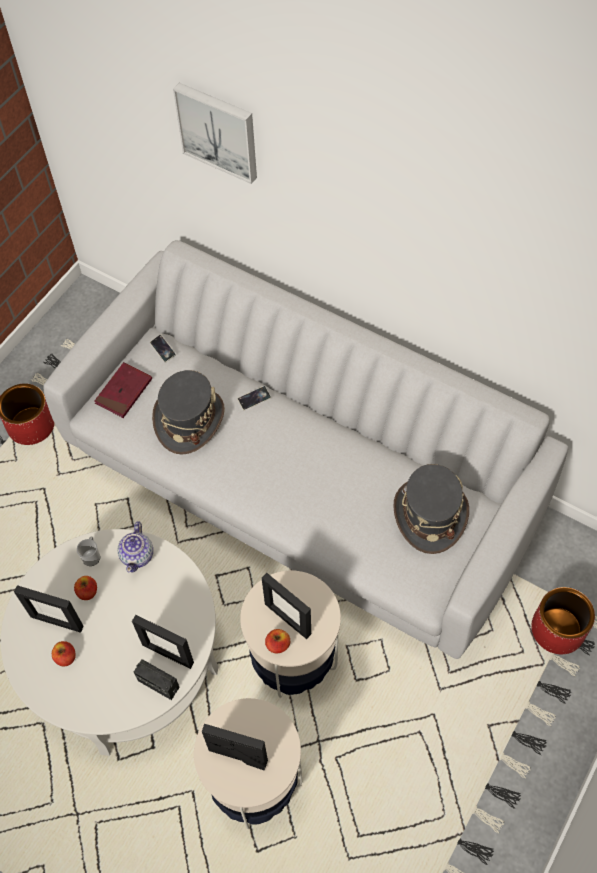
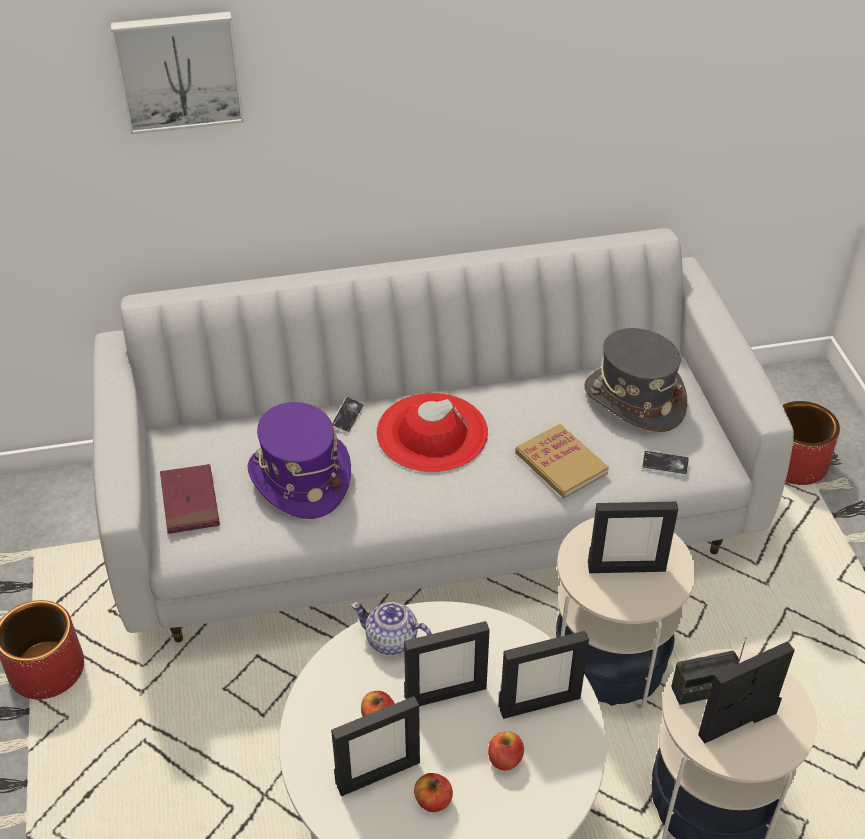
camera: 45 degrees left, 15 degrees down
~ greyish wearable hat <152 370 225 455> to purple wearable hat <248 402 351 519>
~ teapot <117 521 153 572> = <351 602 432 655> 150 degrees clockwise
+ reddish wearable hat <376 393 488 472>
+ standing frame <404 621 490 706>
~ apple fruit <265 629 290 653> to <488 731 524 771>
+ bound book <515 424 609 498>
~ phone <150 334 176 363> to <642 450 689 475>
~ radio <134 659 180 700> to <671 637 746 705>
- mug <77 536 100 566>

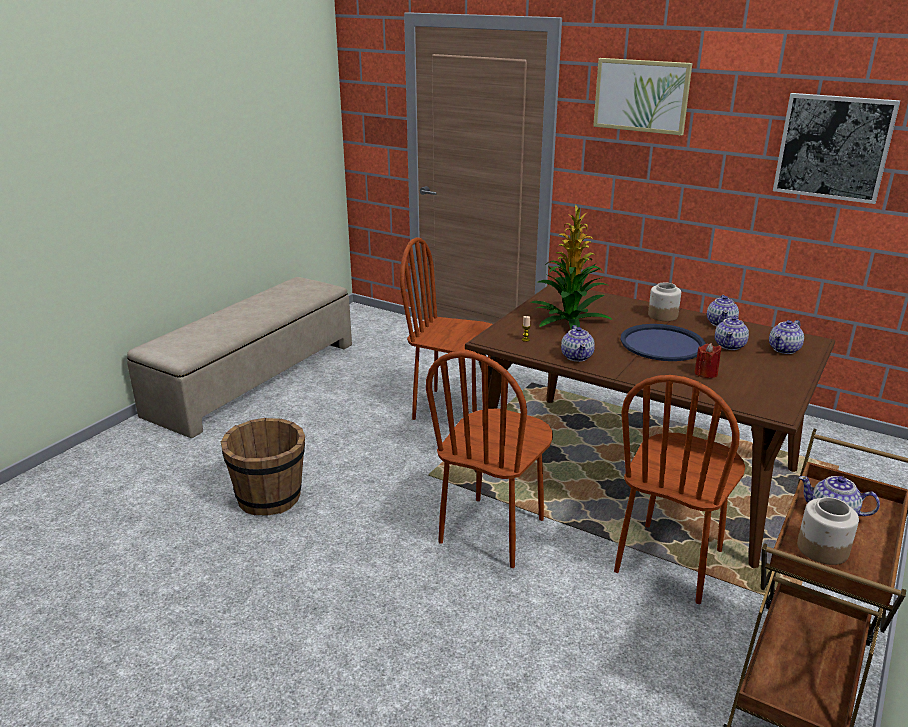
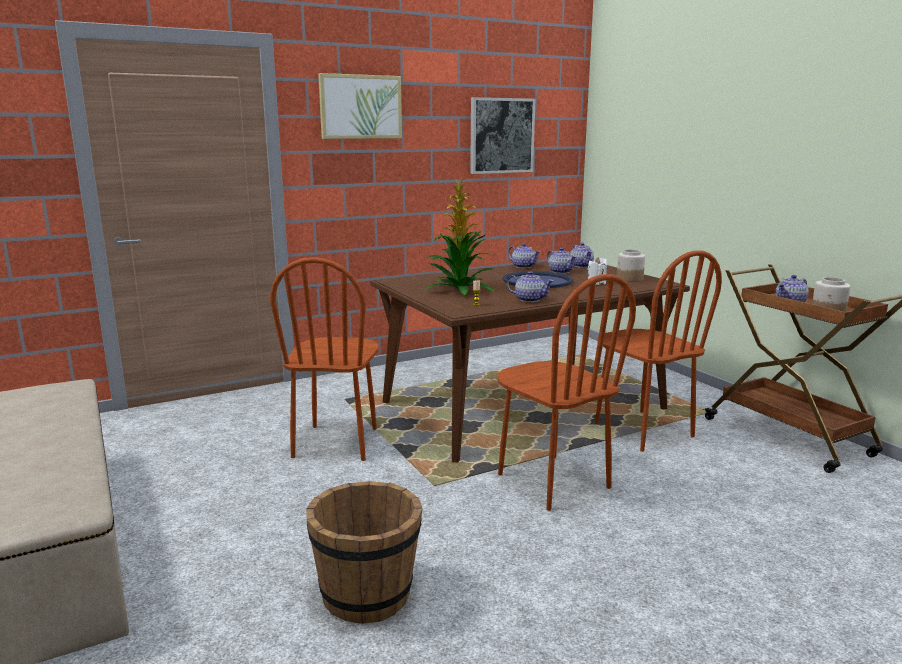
camera: 60 degrees left, 10 degrees down
~ brown-coloured plain chair <400 237 493 420> = <270 257 379 461> 45 degrees counterclockwise
~ reddish wax candle <694 343 722 378> to white-coloured wax candle <588 257 607 285>
~ storage jar <648 283 681 321> to <617 249 645 282>

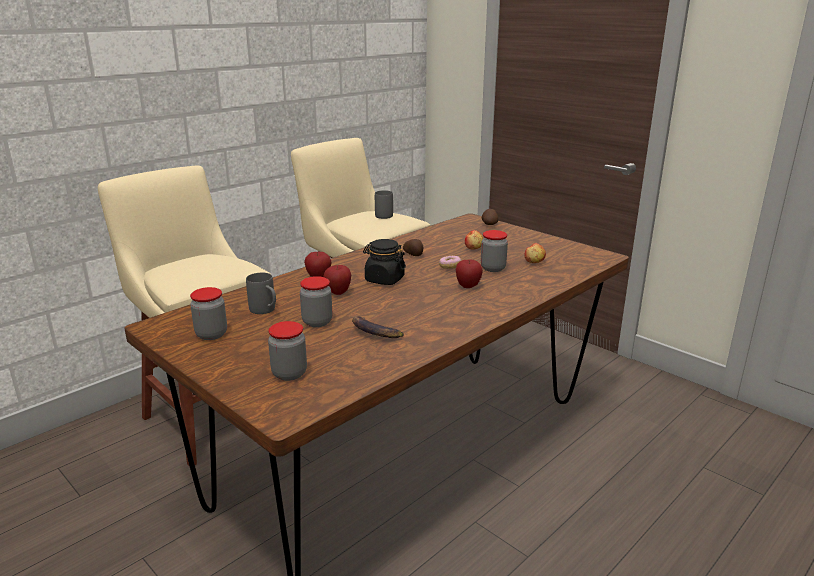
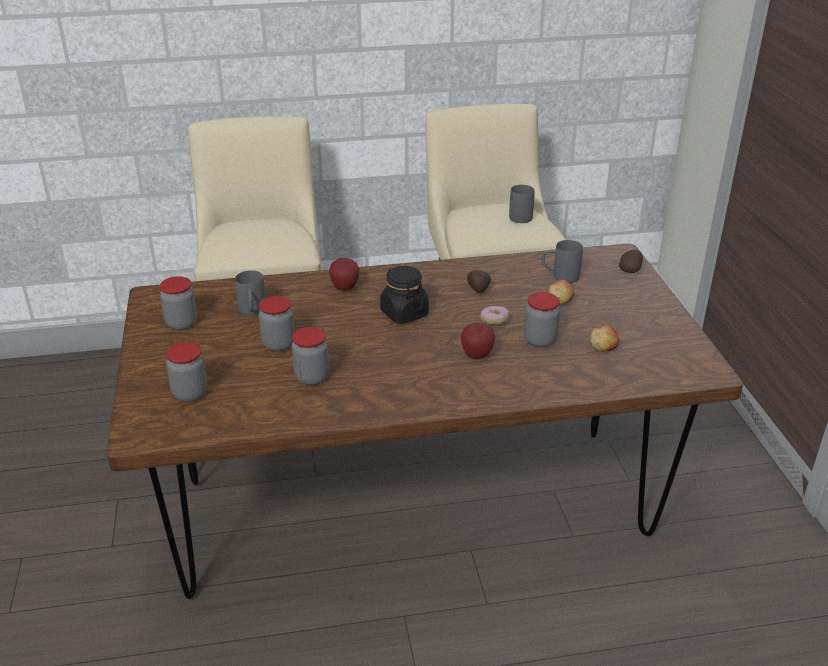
camera: 35 degrees right, 10 degrees up
~ banana fruit <352 316 404 338> to storage jar <292 327 329 385>
+ greyish mug <541 240 583 283>
- apple fruit <323 265 351 295>

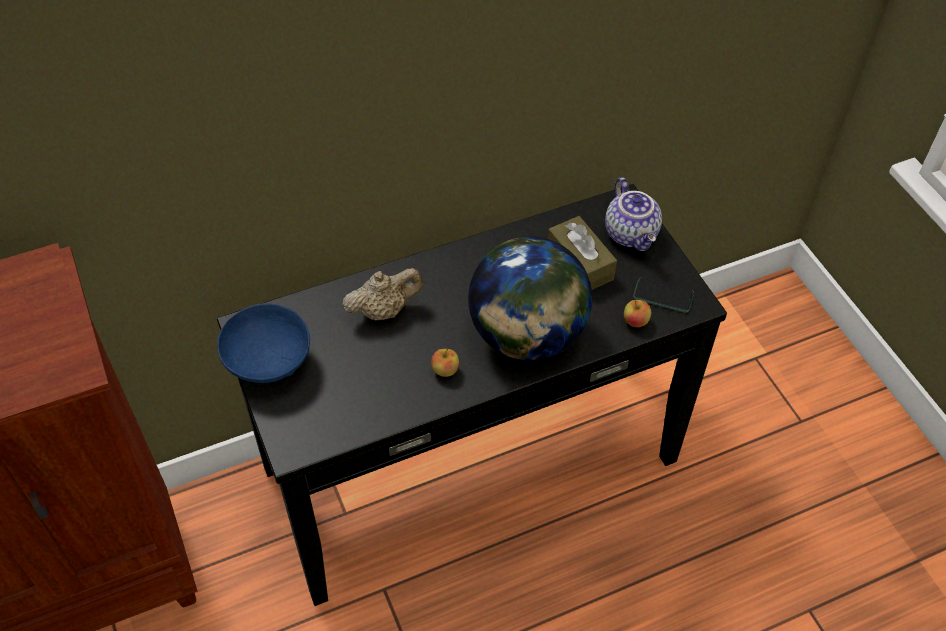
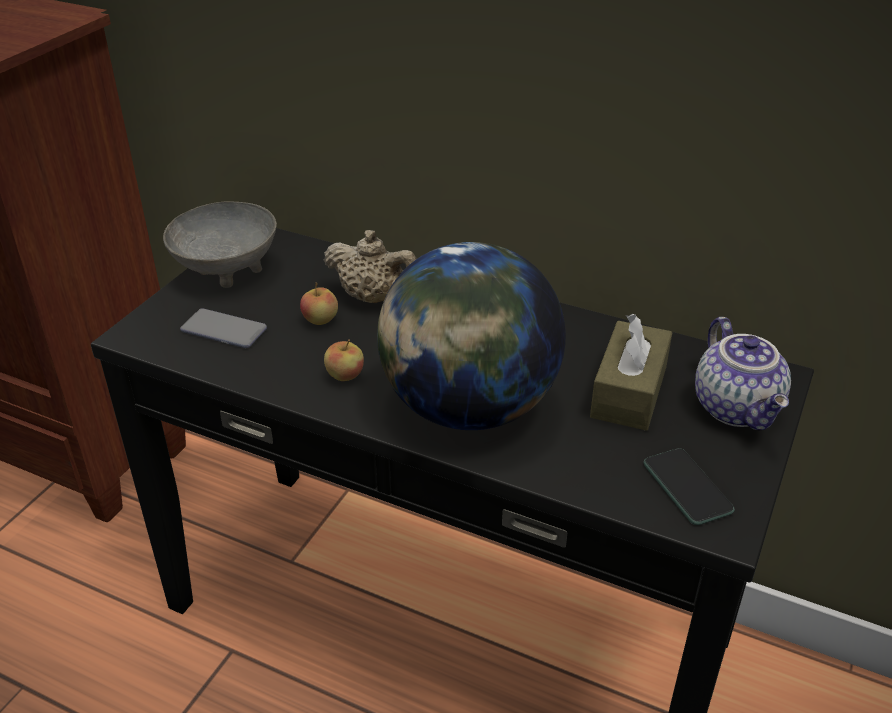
camera: 50 degrees right, 15 degrees down
~ bluish bowl <217 303 310 383> to greyish bowl <163 202 277 288>
+ phone <180 308 267 348>
~ apple fruit <624 300 651 327> to <300 282 338 325>
~ teapot <605 177 662 251> = <695 317 791 430> 45 degrees counterclockwise

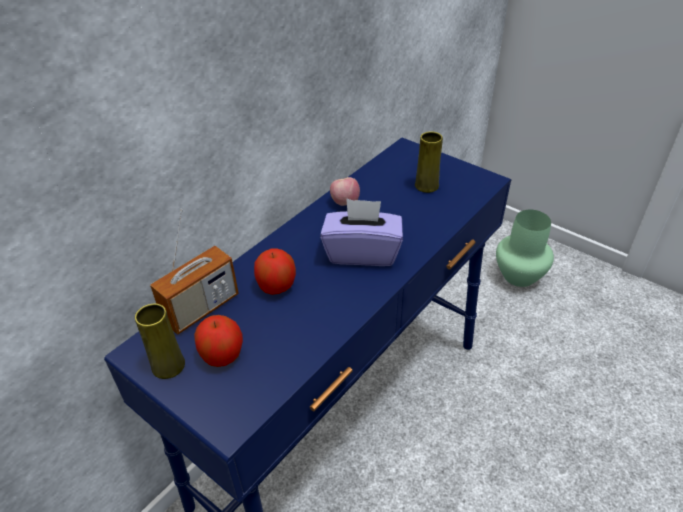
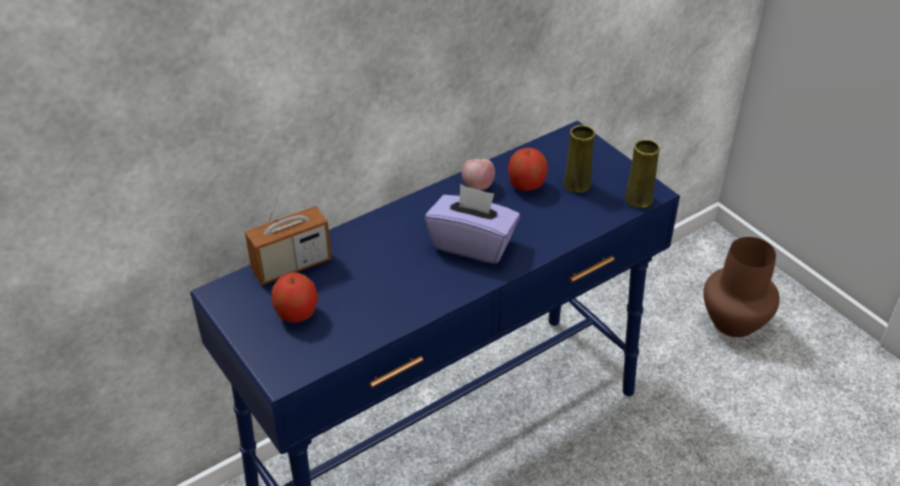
camera: 15 degrees right, 0 degrees up
~ apple fruit <254 249 296 295> to <508 148 548 191>
~ yellow-coloured flower vase <135 304 185 379> to <625 139 660 208>
~ green flower vase <496 209 554 287> to brown-coloured flower vase <703 237 780 337>

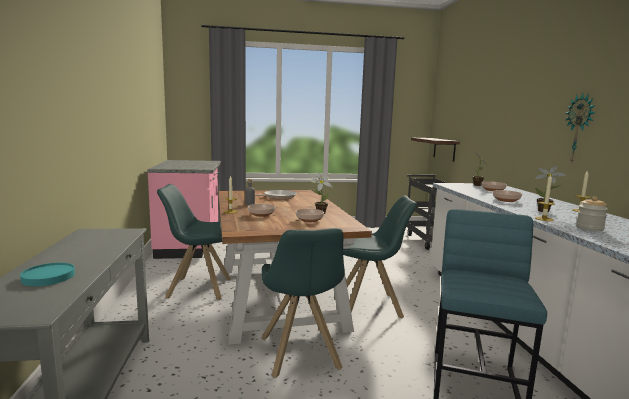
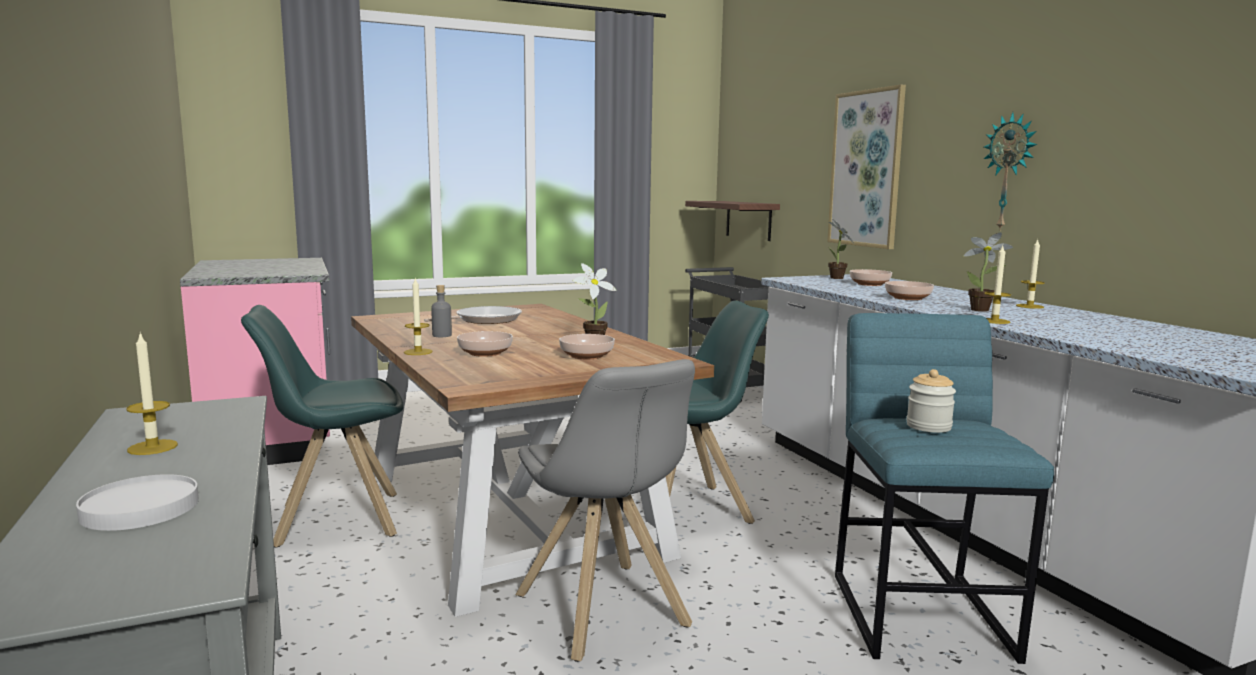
camera: 15 degrees left, 0 degrees up
~ turquoise plate <20 263 75 286> to white-coloured plate <76 474 199 531>
+ wax candle <126 333 178 455>
~ turquoise plain chair <261 228 345 378> to greyish plain chair <515 359 695 662>
+ wall art <827 85 906 249>
~ storage jar <576 197 608 231> to <906 369 956 433>

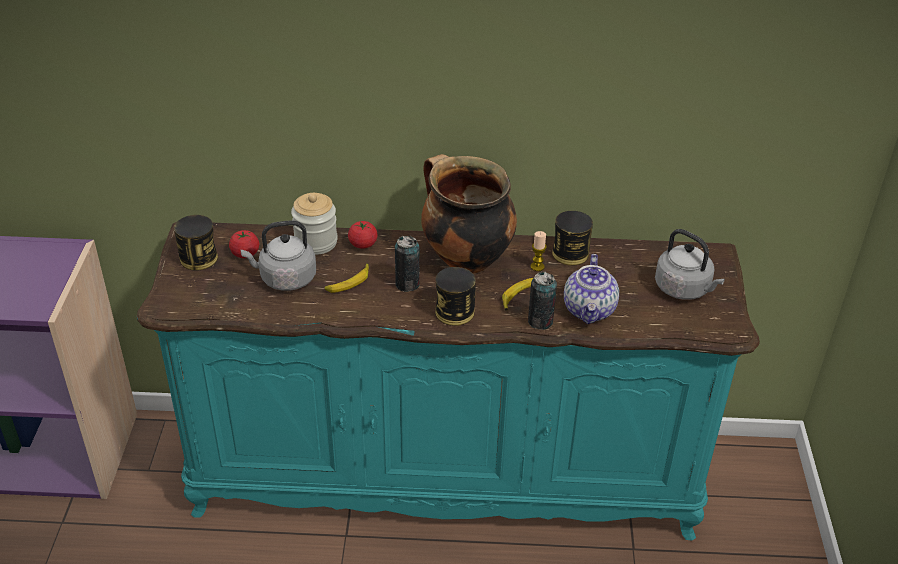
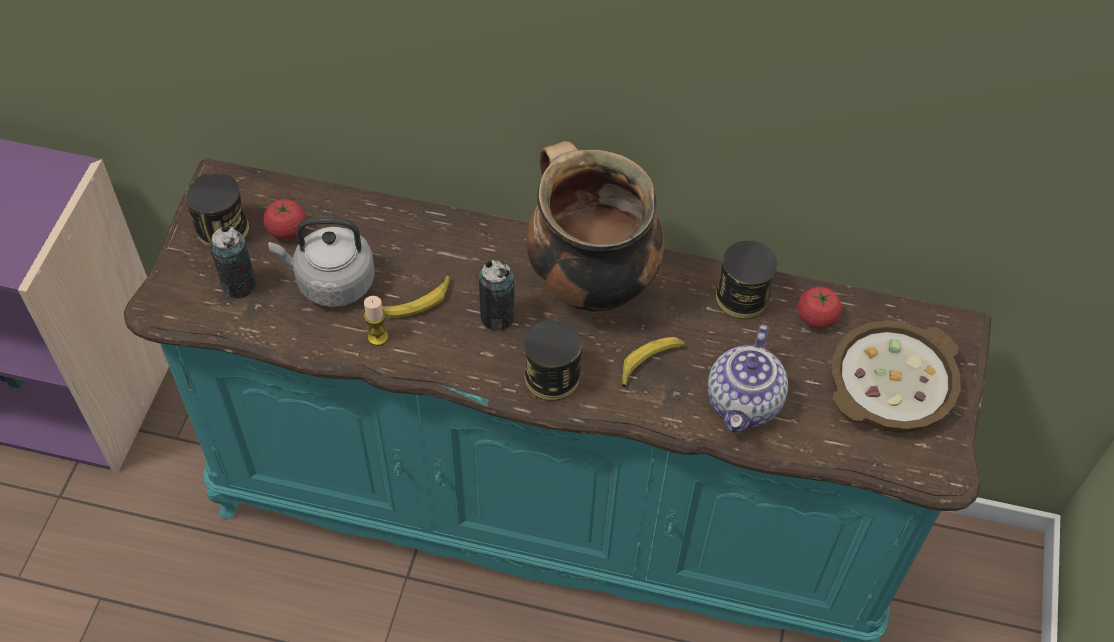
camera: 10 degrees right, 15 degrees up
~ metal can <528 271 557 330> to <210 226 257 298>
~ wax candle <531 231 547 271> to <364 296 388 346>
~ whole tomato <348 221 378 249> to <798 287 842 329>
~ greyish tea kettle <655 229 725 300> to bowl <832 320 961 433>
- storage jar <291 193 338 255>

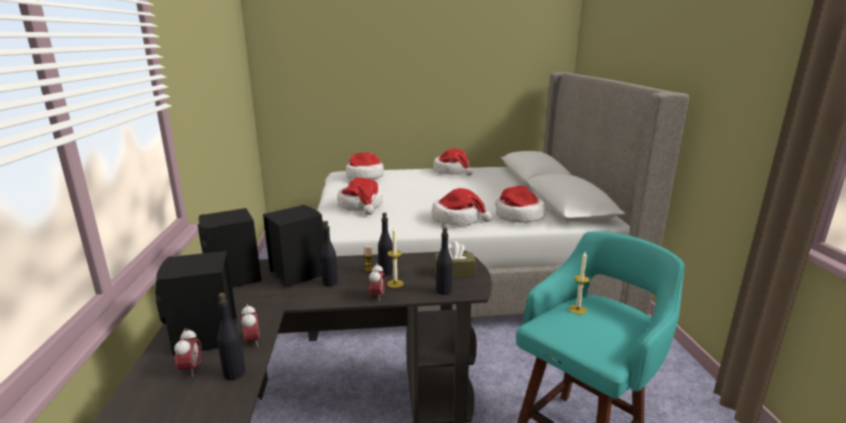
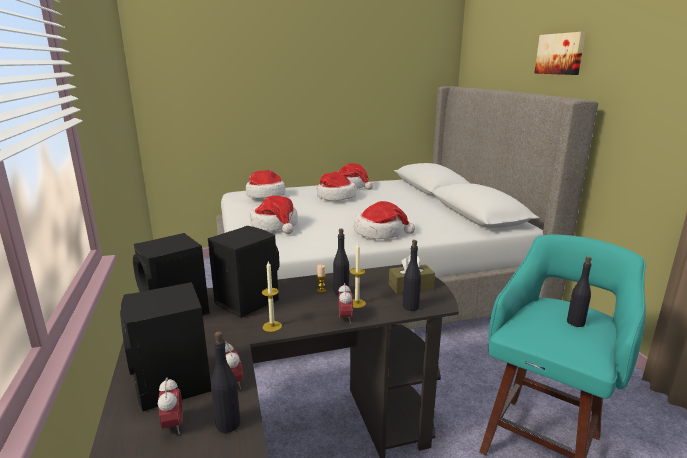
camera: 10 degrees left, 0 degrees up
~ wax candle <569 252 590 314> to <262 261 282 332>
~ wearable hat <495 186 545 223> to <317 172 357 201>
+ wall art <534 32 586 75>
~ black bottle <320 221 338 286> to <567 257 592 327>

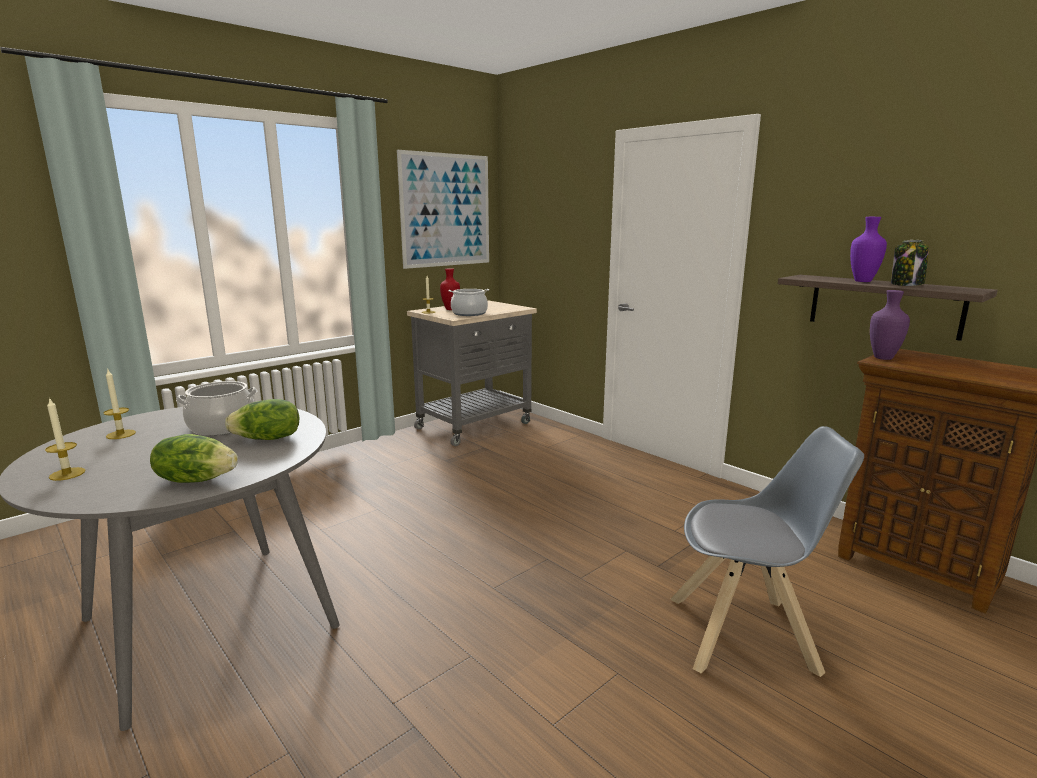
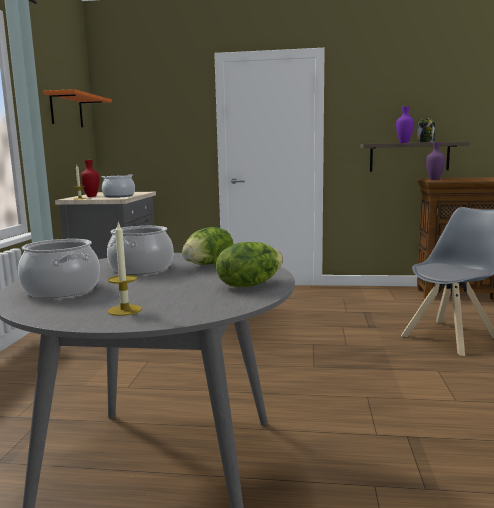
camera: 40 degrees left, 5 degrees down
~ wax candle <103 370 136 439> to stockpot <18 239 100 298>
~ wall art <397 150 489 269> to orangey bracket shelf <43 89 112 127>

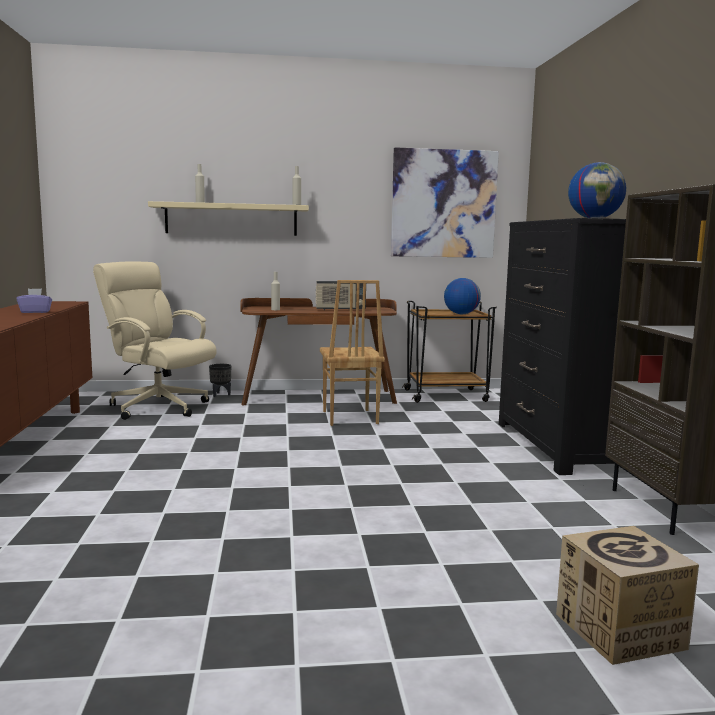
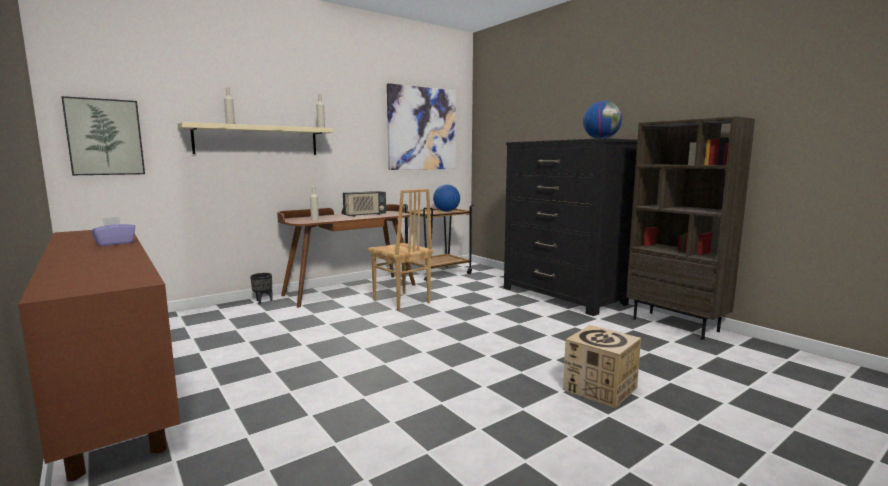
camera: 30 degrees left, 0 degrees up
+ wall art <61 96 145 175>
~ carton <556 526 699 665> to <563 325 641 408>
- beige-coloured office chair <93 262 217 420>

